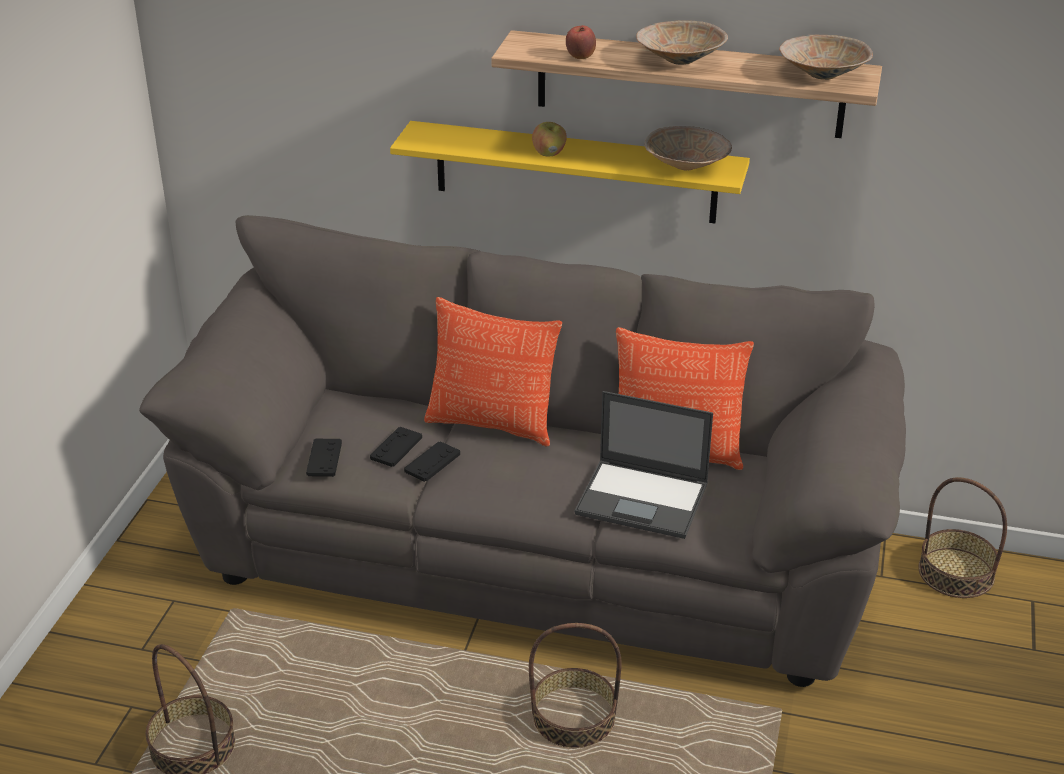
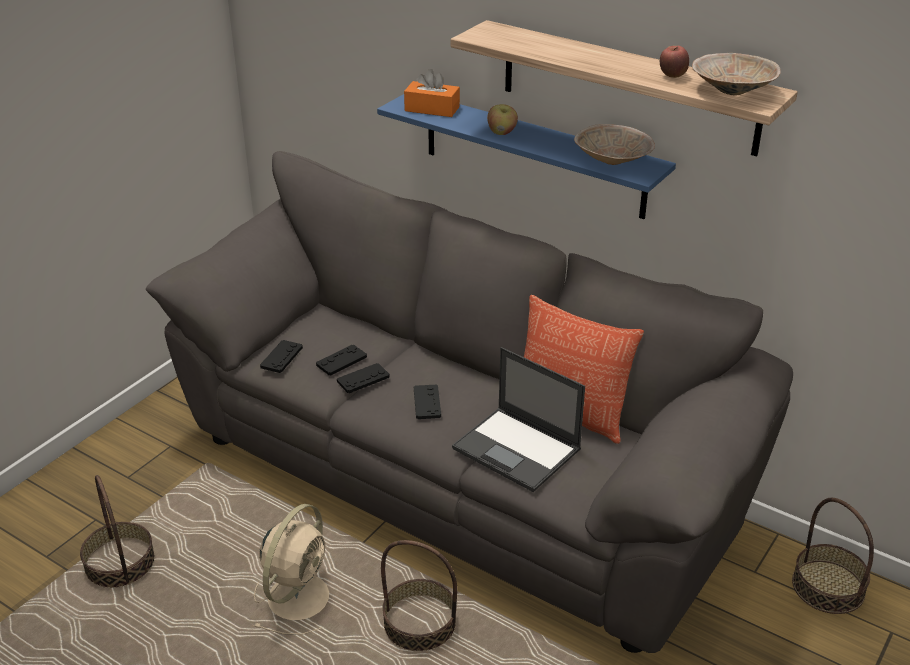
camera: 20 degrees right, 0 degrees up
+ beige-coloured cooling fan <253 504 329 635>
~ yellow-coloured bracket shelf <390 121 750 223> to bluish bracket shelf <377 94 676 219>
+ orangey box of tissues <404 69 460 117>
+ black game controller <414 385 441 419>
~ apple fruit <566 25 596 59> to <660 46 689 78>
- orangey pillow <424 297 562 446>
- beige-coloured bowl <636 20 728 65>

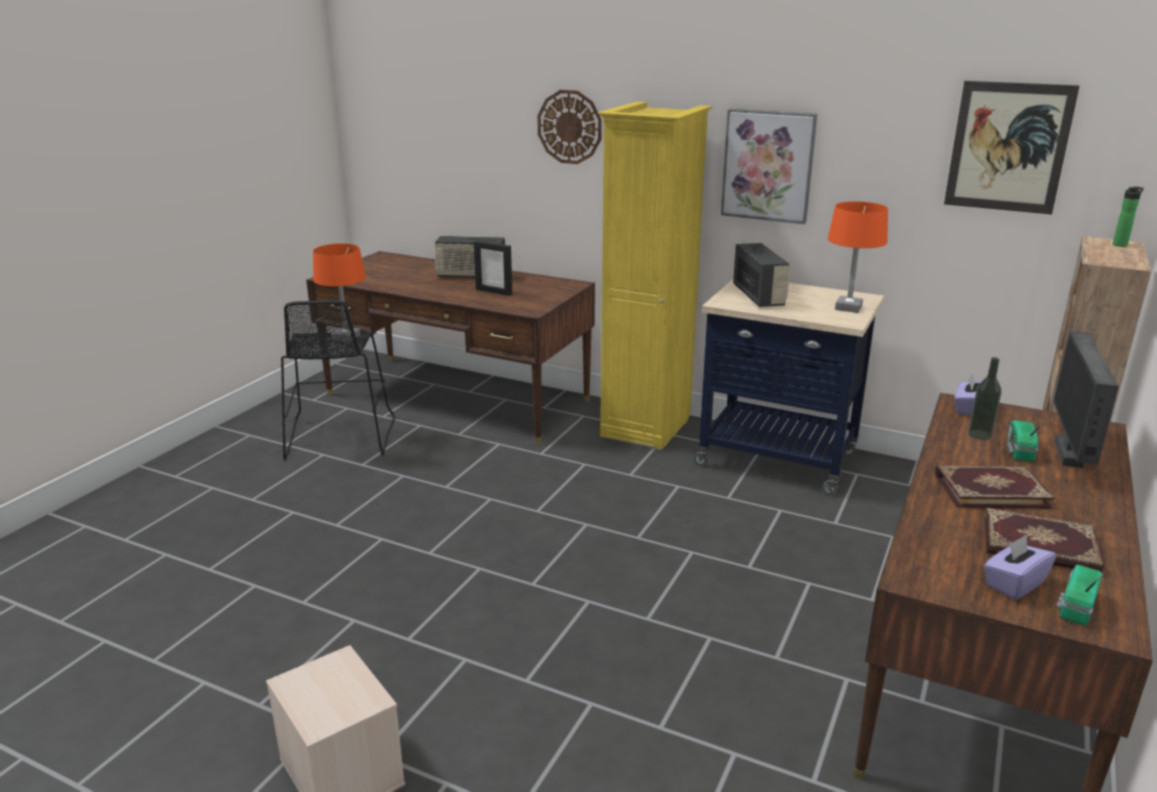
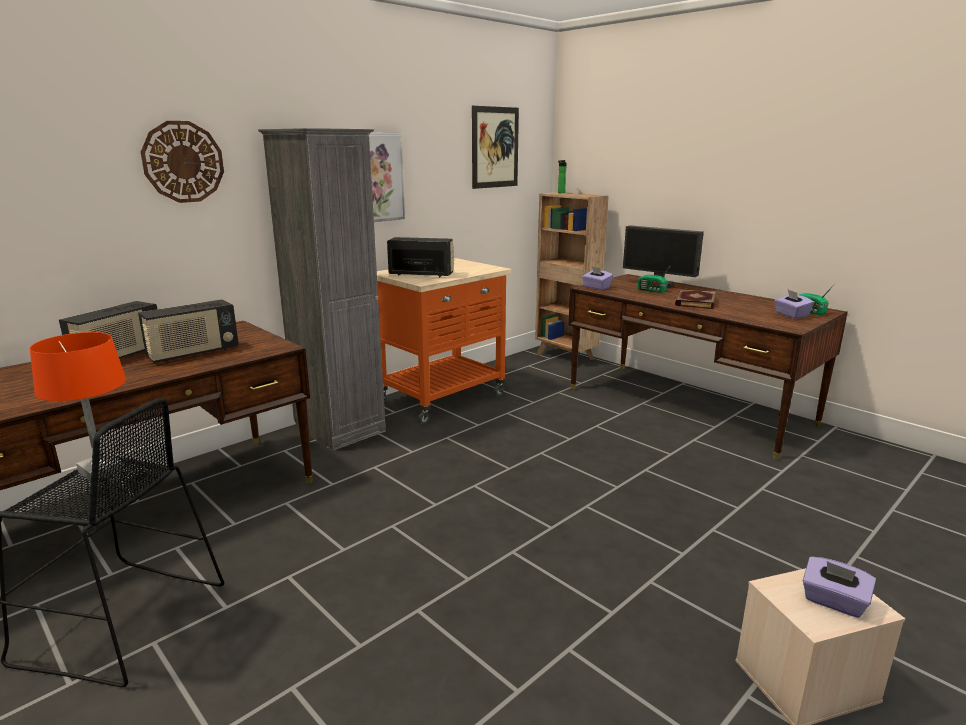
camera: 70 degrees left, 5 degrees down
~ standing frame <474 240 512 296> to radio <138 299 239 363>
~ yellow-coloured cabinet <598 102 712 450> to greyish cabinet <258 128 386 450>
~ bluish wheeled cart <694 279 884 495> to orangey wheeled cart <377 258 512 424>
+ purple box of tissues <803 557 876 618>
- orangey lamp for a table <828 201 888 313>
- bottle <968 357 1001 440>
- bound book <984 508 1104 572>

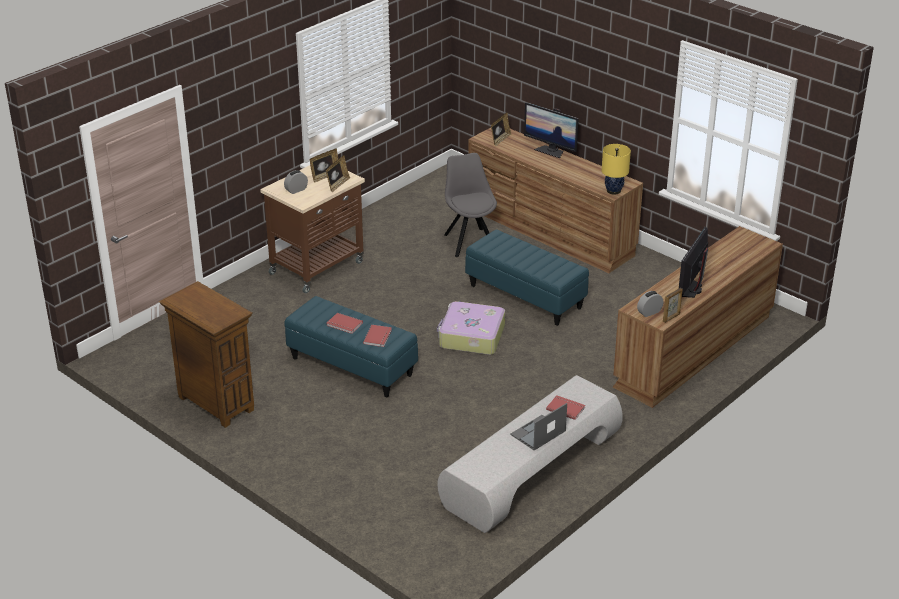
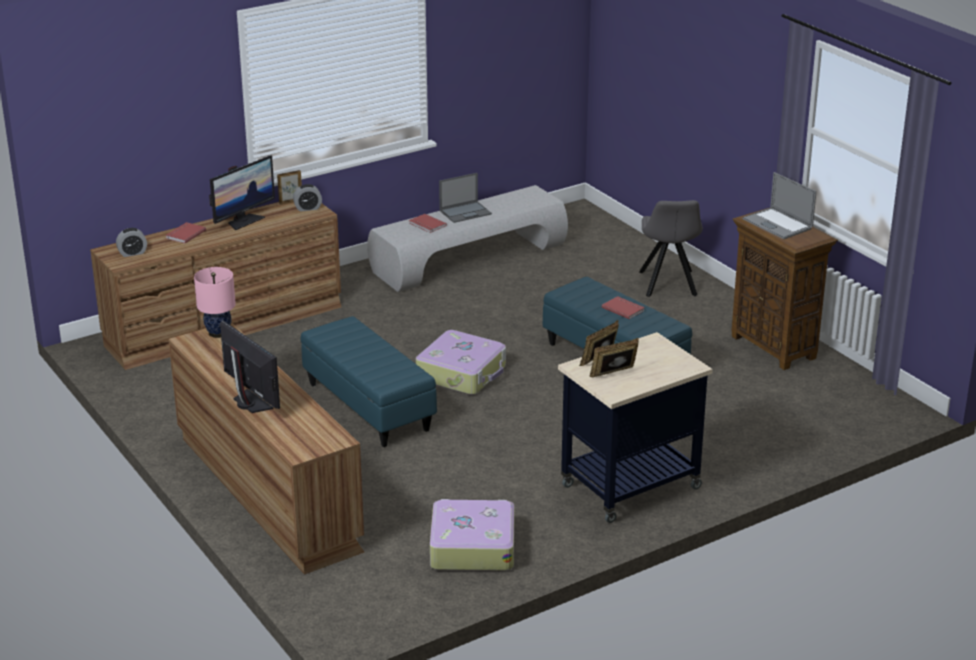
camera: 165 degrees left, 5 degrees down
~ table clock <284 170 308 194> to <116 228 147 257>
~ reddish bound book <363 325 392 347> to <165 222 206 243>
~ yellow-coloured lamp for a table <602 144 631 195> to pinkish lamp for a table <194 267 236 338>
+ piece of luggage <430 499 514 571>
~ brown-coloured wheeled cart <260 165 365 293> to bluish wheeled cart <558 332 713 523>
~ greyish plain chair <444 153 497 257> to <639 200 703 297>
+ portable computer <743 172 816 239>
- standing frame <491 113 511 146>

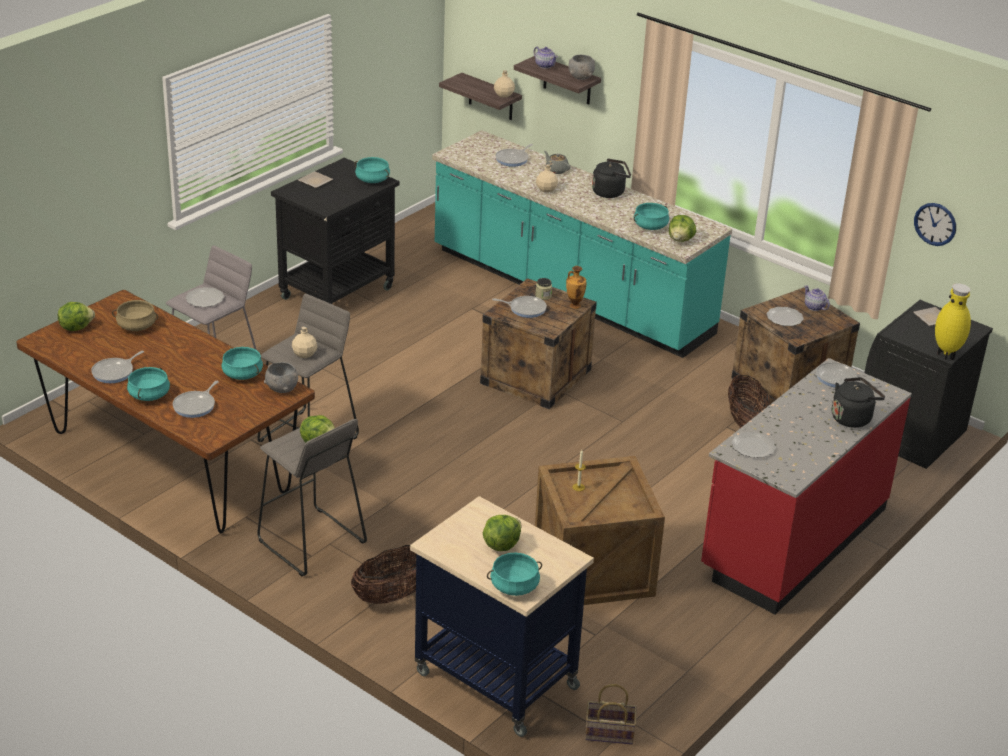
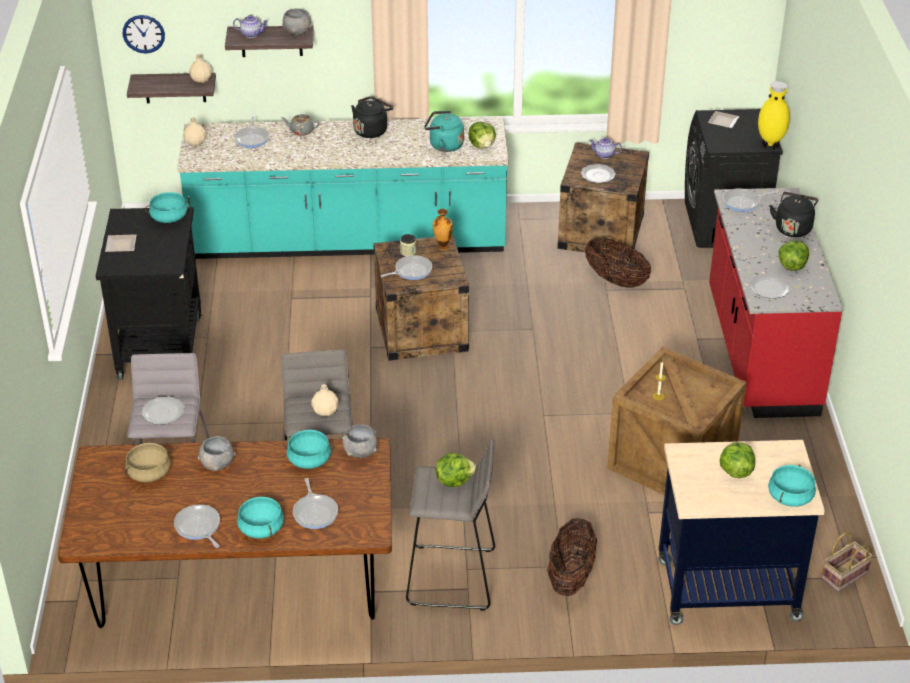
camera: 40 degrees left, 5 degrees up
~ clock on the wall <914 203 956 246> to <123 15 165 53>
~ frying pan <91 351 144 383> = <174 504 220 548> 150 degrees clockwise
~ beige-coloured bottle <536 164 558 193> to <183 118 206 146>
+ greyish bowl <198 436 236 471>
~ turquoise stockpot <634 203 669 230> to turquoise tea kettle <424 111 464 152>
~ lettuce <58 302 95 331> to <778 241 809 271>

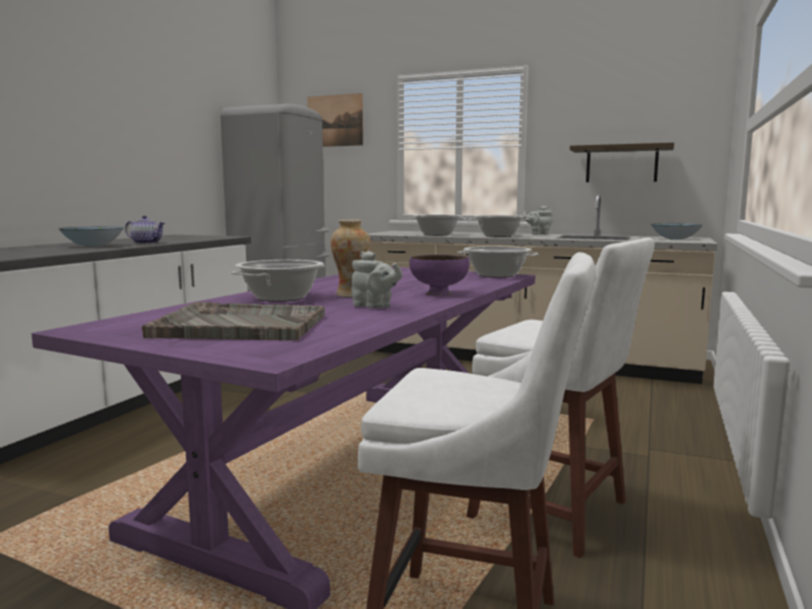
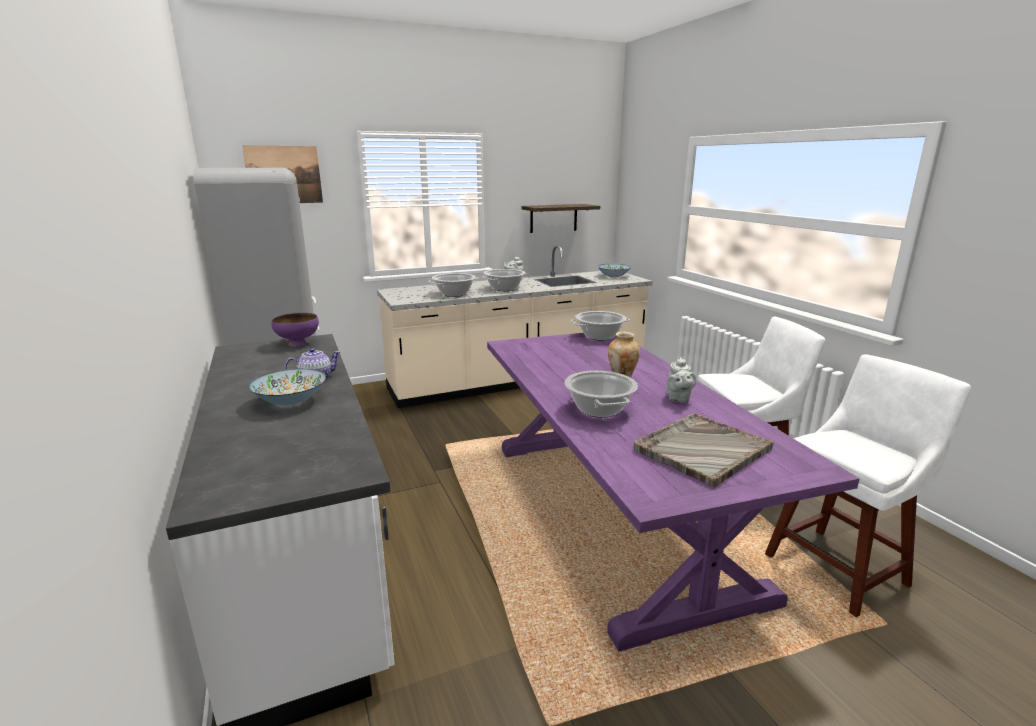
camera: 45 degrees left, 10 degrees up
~ purple bowl <410 255 470 296> to <271 313 319 347>
~ greyish teapot <351 251 403 308> = <667 357 696 403> 105 degrees clockwise

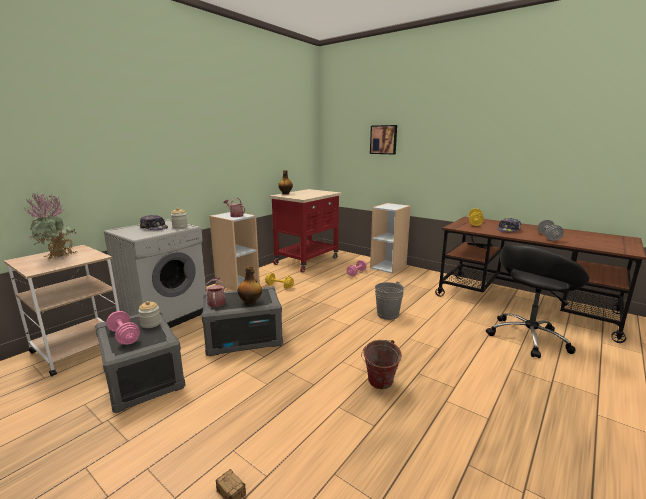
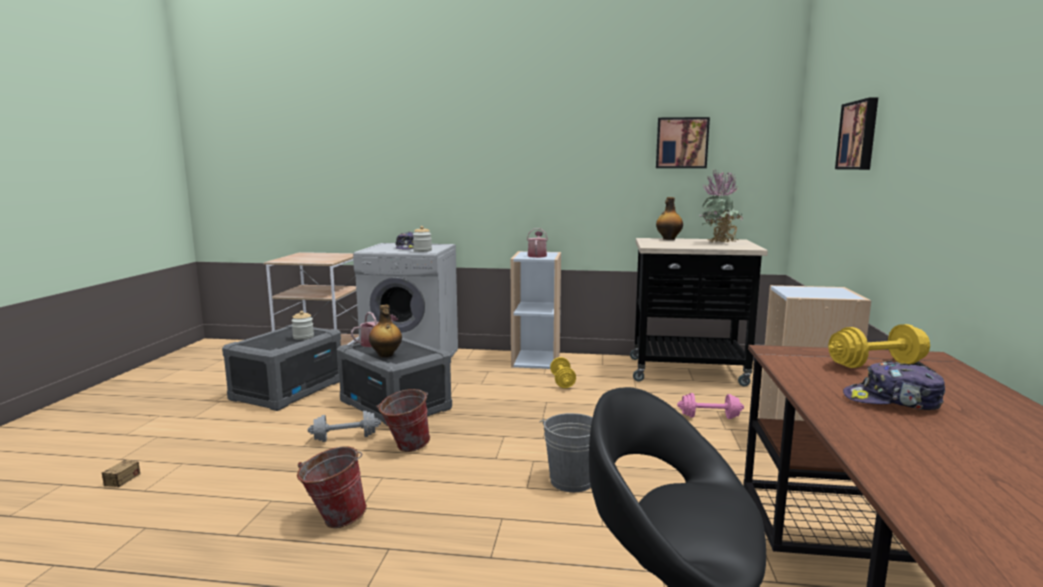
camera: 60 degrees right, 5 degrees down
~ greyish hand weight <538 220 564 241> to <308 411 381 442>
+ pail <377 389 430 452>
~ reddish wheeled cart <269 189 342 272> to black wheeled cart <630 238 768 386>
+ wall art <656 117 710 168>
~ plant in a pot <24 192 77 259> to <699 169 743 243>
- pinkish hand weight <106 311 140 344>

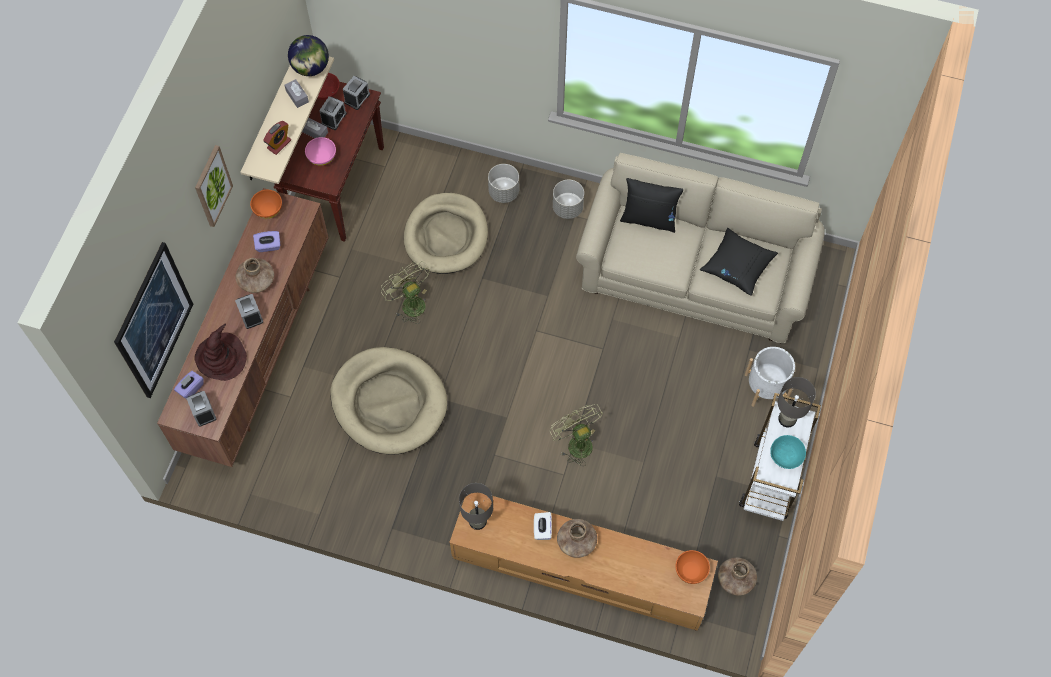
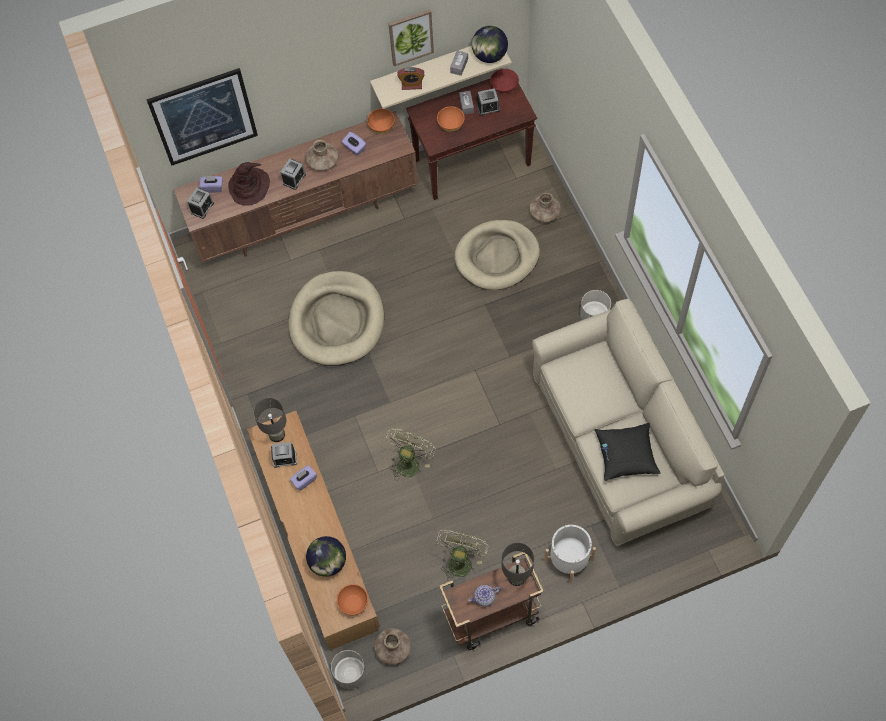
camera: 55 degrees right, 0 degrees up
~ table clock <343 76 370 110> to <271 442 297 468>
~ white-coloured box of tissues <534 512 552 540> to purple box of tissues <290 465 317 491>
+ globe <306 536 346 577>
~ greyish flower pot <488 164 519 203> to <331 650 366 689>
~ wall art <195 145 233 227> to <388 9 434 67>
~ green cooling fan <381 261 430 324> to <436 530 488 580>
~ pinkish bowl <305 137 336 166> to orangey bowl <437 106 465 132>
~ white-coloured wheeled cart <739 393 821 521> to brown-coloured wheeled cart <439 552 544 650>
~ turquoise bowl <770 435 806 469> to teapot <468 585 501 607>
~ brown-coloured flower vase <557 519 597 558> to <529 193 561 222>
- black pillow <620 178 683 233>

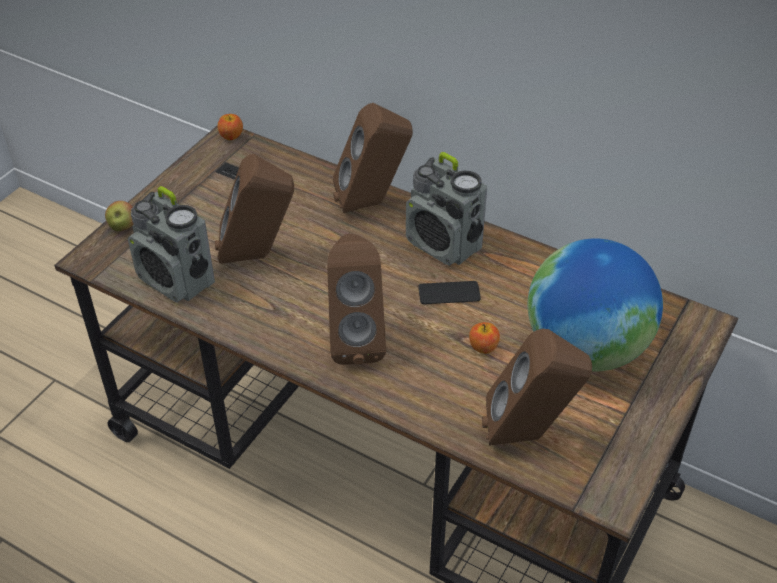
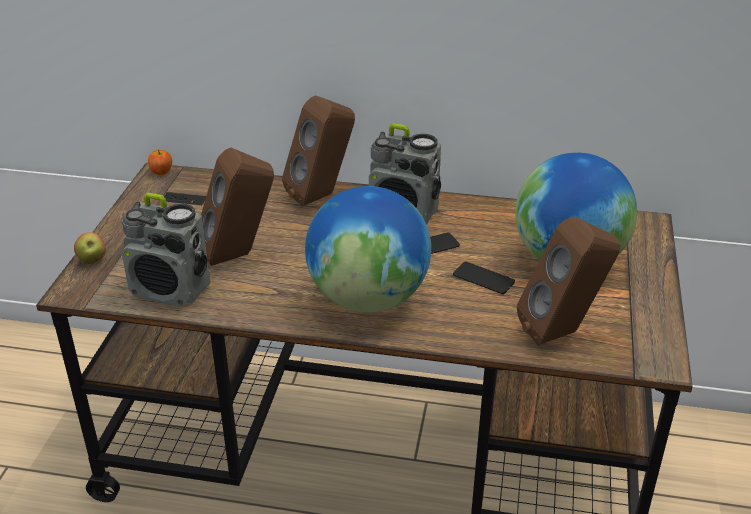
camera: 20 degrees left, 10 degrees down
~ brown-coloured loudspeaker <327 233 386 365> to globe <305 186 431 312>
~ apple fruit <469 322 500 354> to phone <453 261 515 294>

